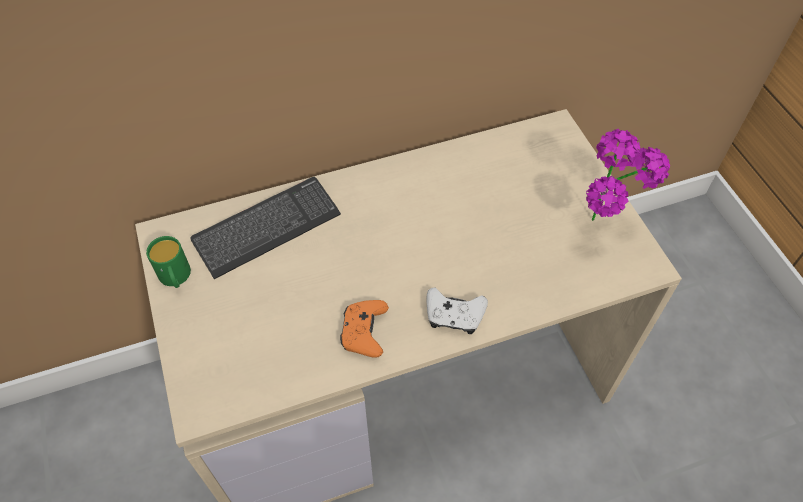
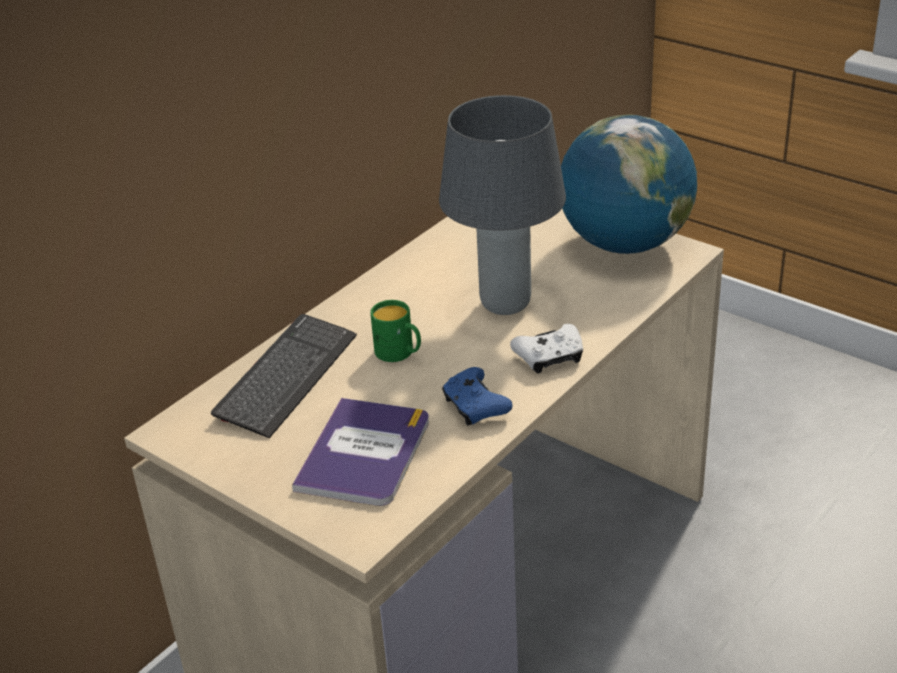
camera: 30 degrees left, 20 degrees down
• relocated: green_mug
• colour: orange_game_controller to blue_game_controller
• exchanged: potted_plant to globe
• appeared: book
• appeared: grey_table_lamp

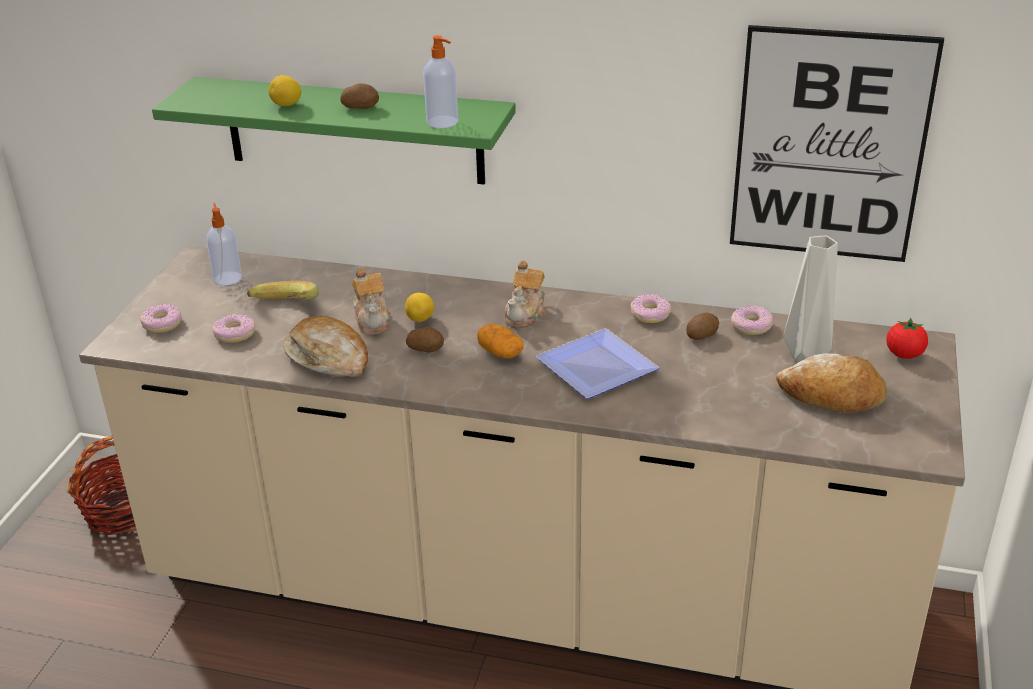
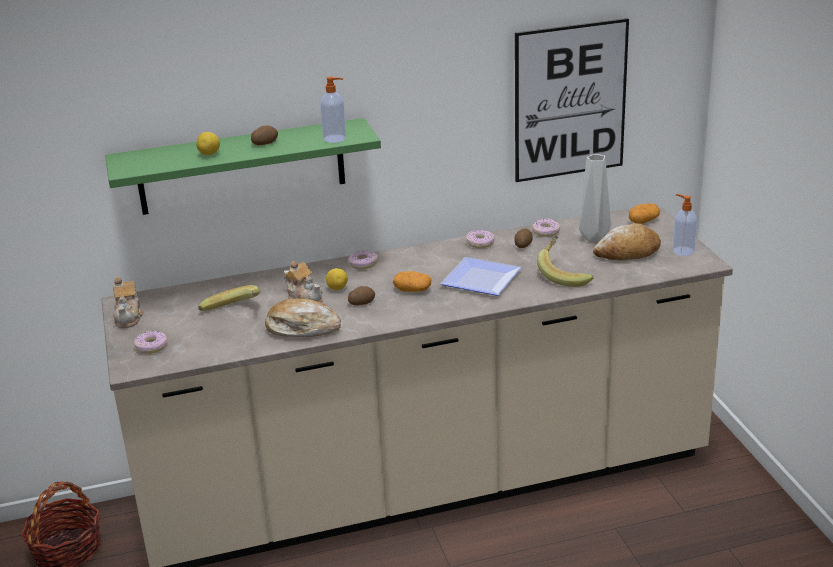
camera: 30 degrees left, 5 degrees down
• relocated: soap_dispenser (no. 1 from left in the first image) to soap_dispenser (no. 2 from left)
• relocated: donut (no. 2 from left)
• relocated: teapot (no. 2 from left in the first image) to teapot (no. 1 from left)
• exchanged: tomato to potato (no. 5 from left)
• appeared: banana (no. 2 from left)

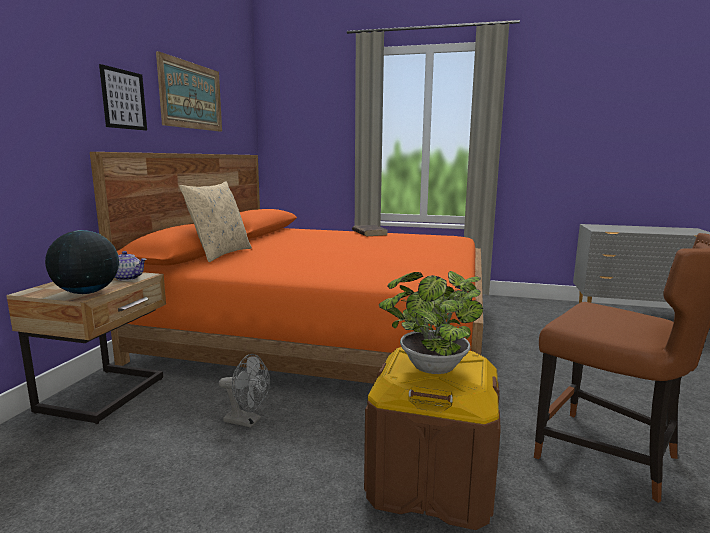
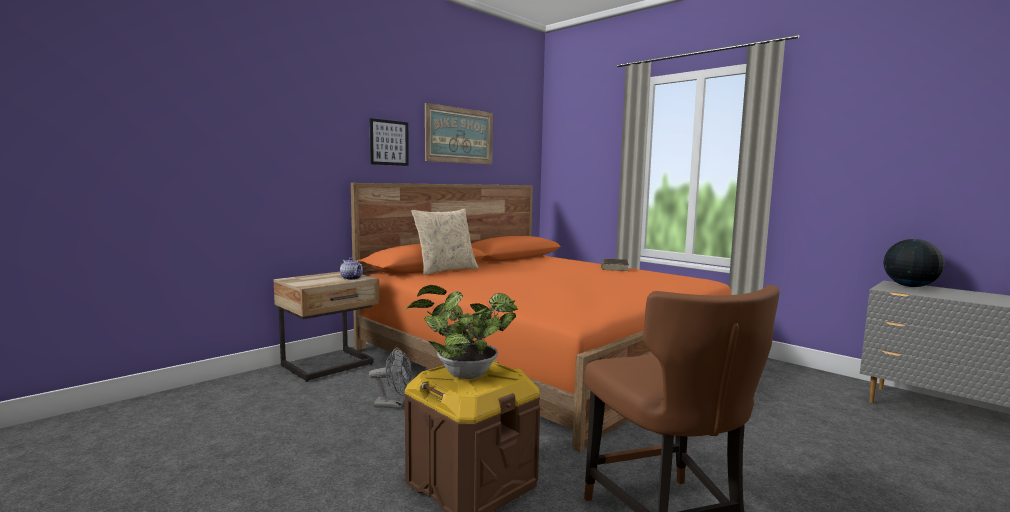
camera: 30 degrees right, 5 degrees down
• relocated: globe
• spun: grey_fan 45 degrees counterclockwise

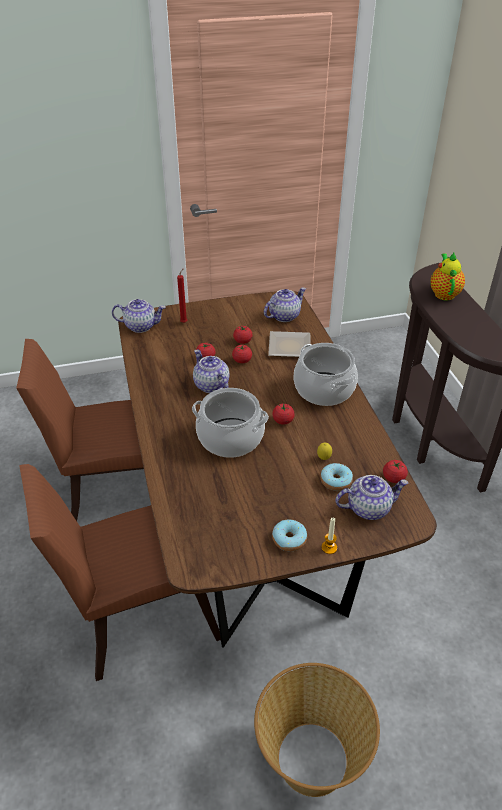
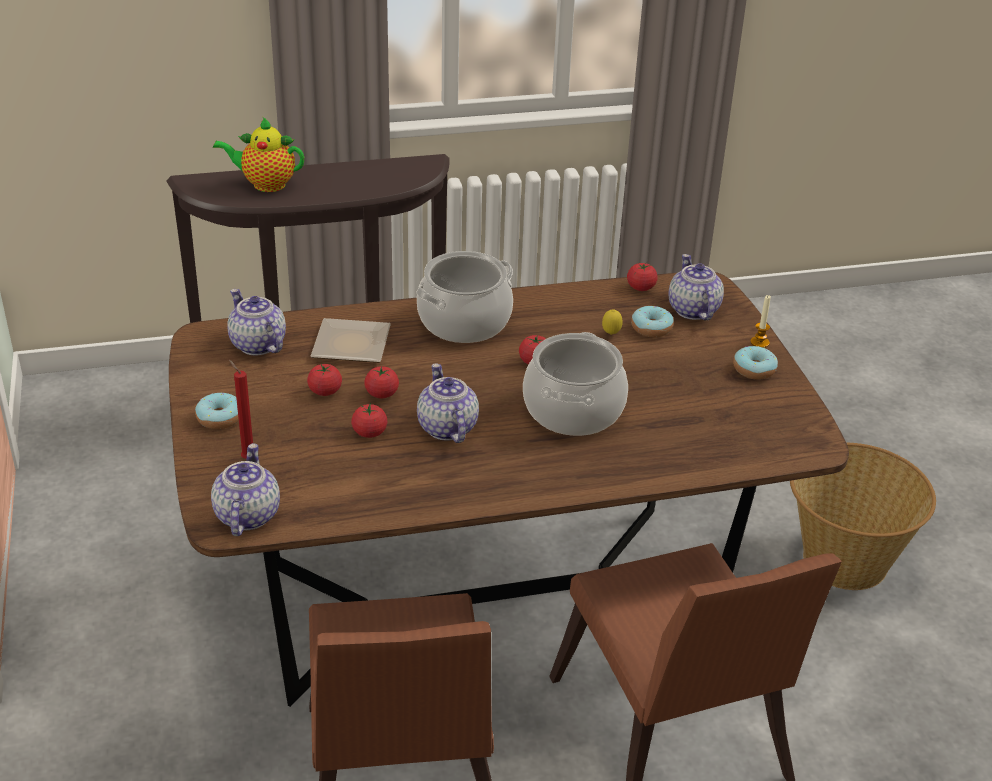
camera: 90 degrees left, 5 degrees down
• spun: teapot (no. 2 from left in the first image) 105 degrees clockwise
• appeared: donut (no. 1 from left)

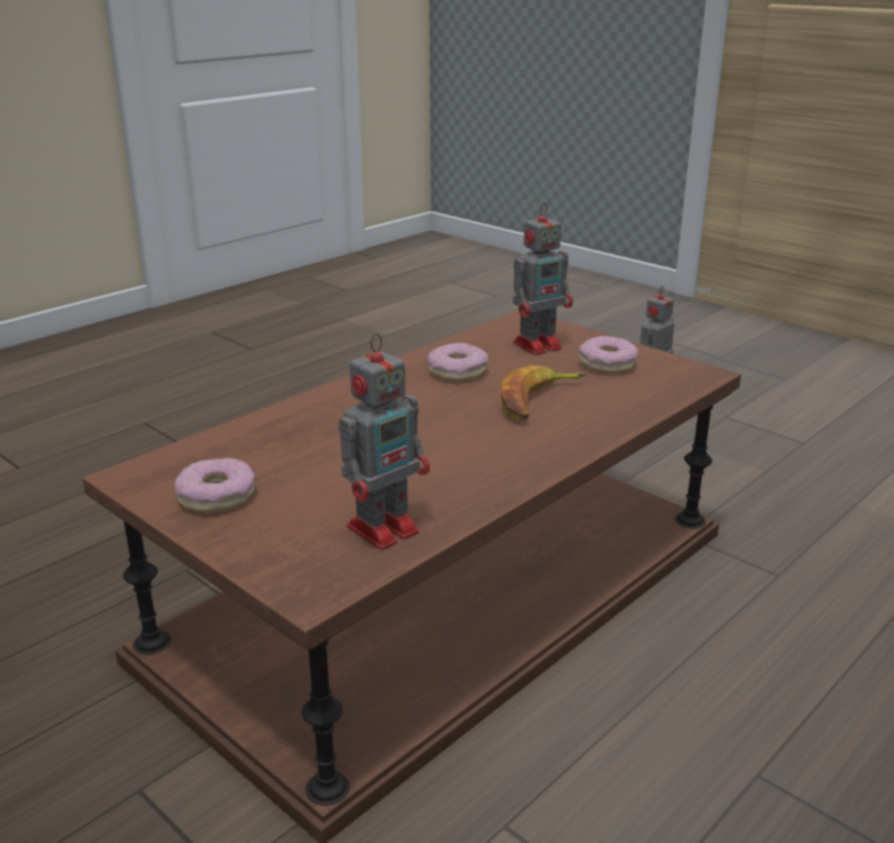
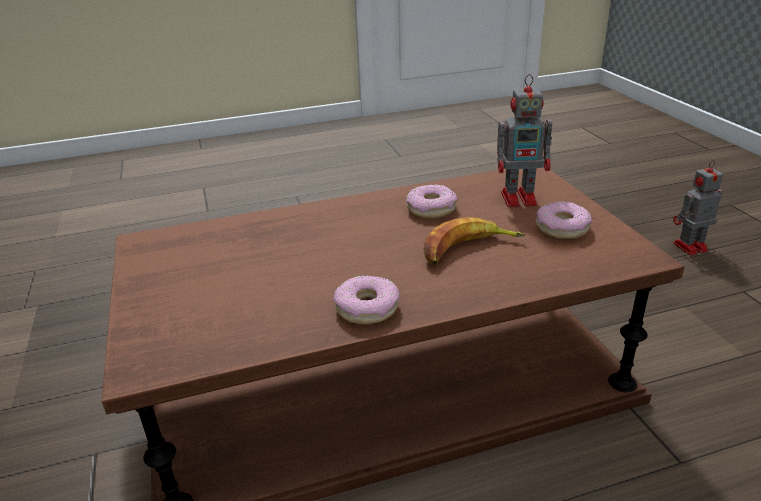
camera: 30 degrees right, 5 degrees up
• relocated: donut (no. 1 from left)
• missing: toy_robot (no. 1 from left)

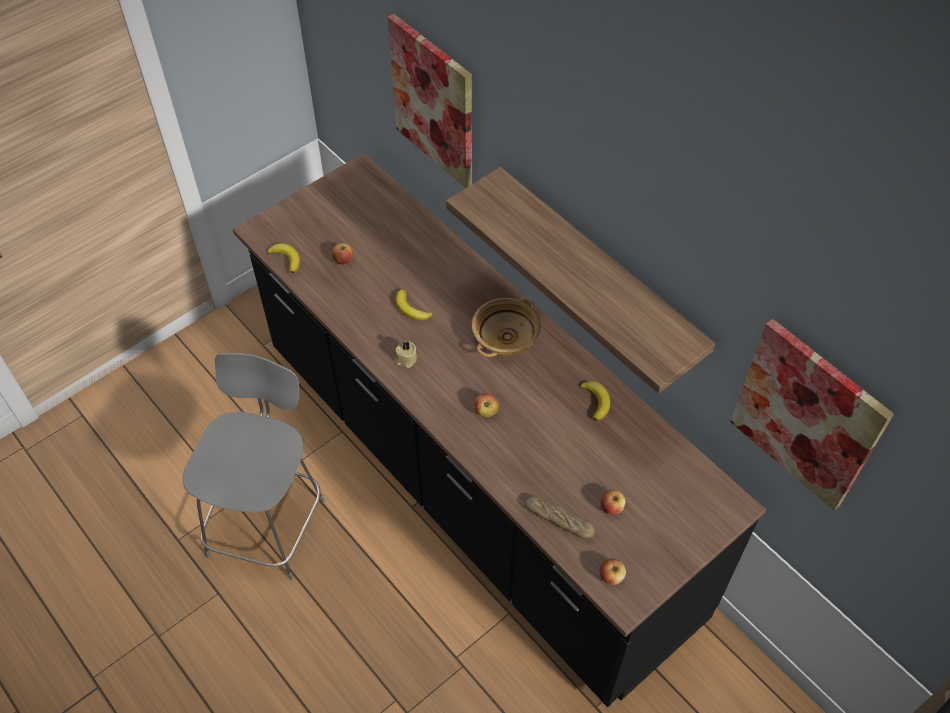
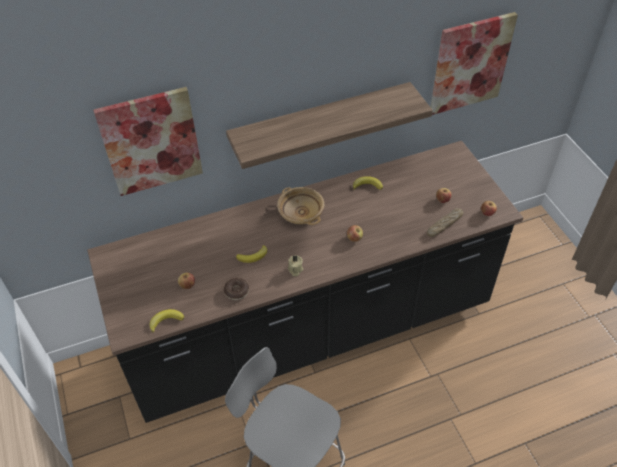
camera: 70 degrees left, 5 degrees down
• appeared: donut

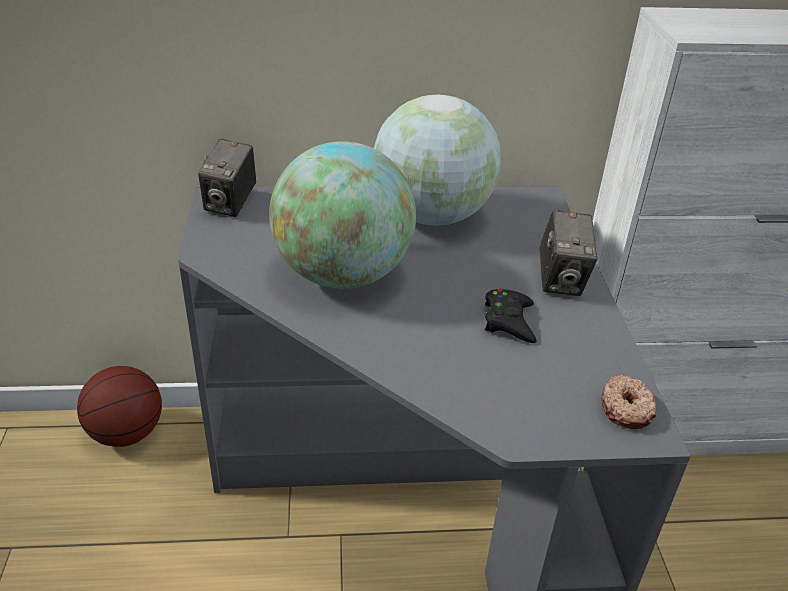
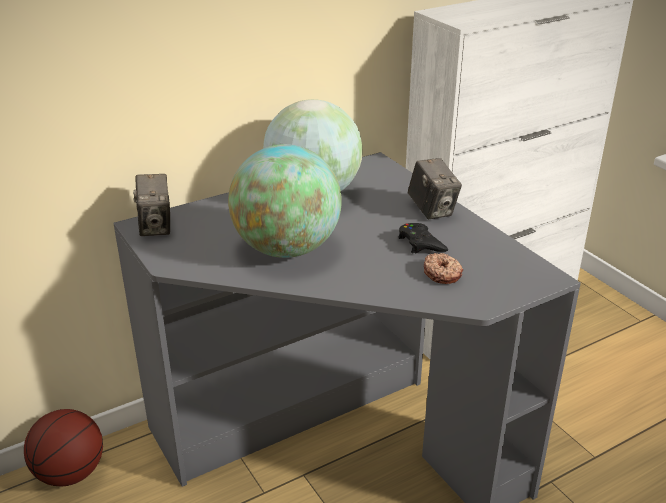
camera: 25 degrees left, 5 degrees down
• relocated: donut

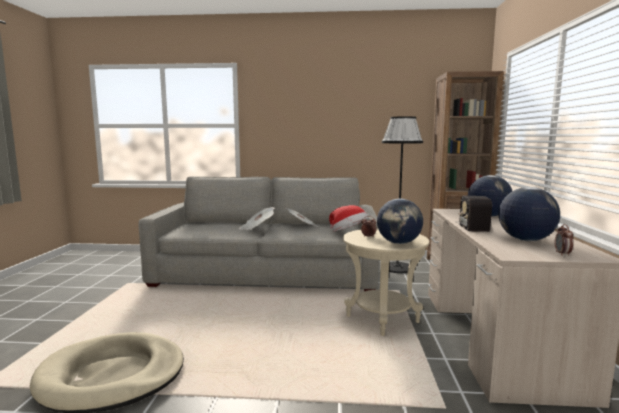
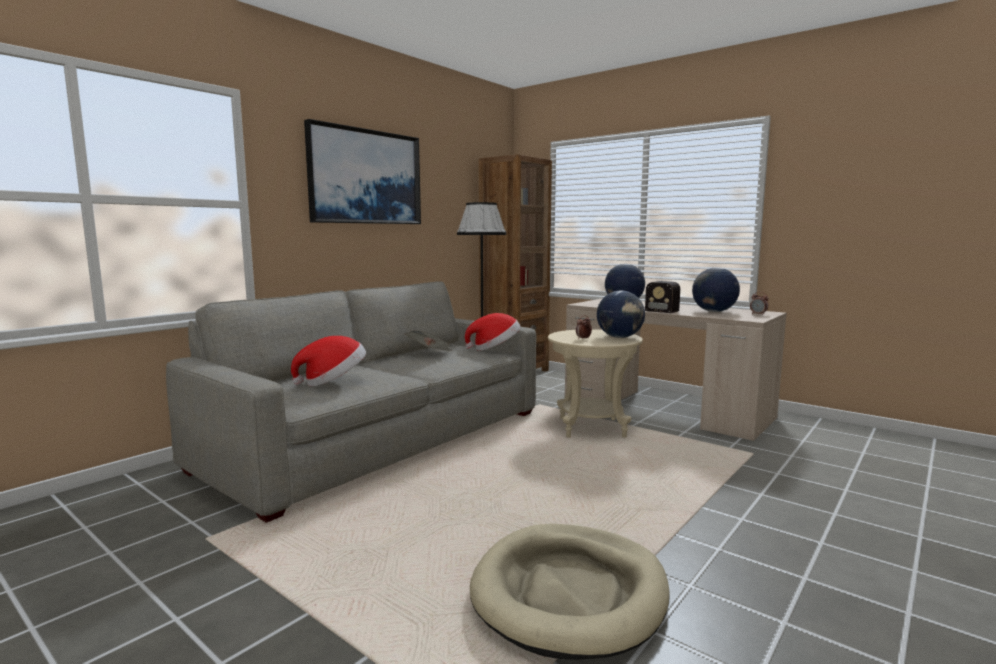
camera: 55 degrees left, 0 degrees up
• missing: newspaper (no. 1 from left)
• appeared: hat (no. 1 from left)
• appeared: picture

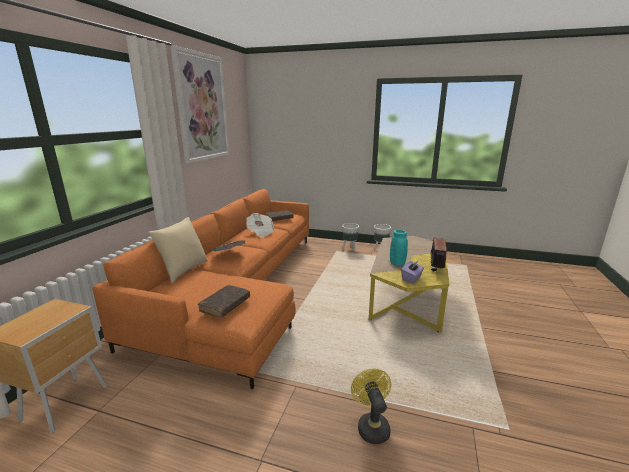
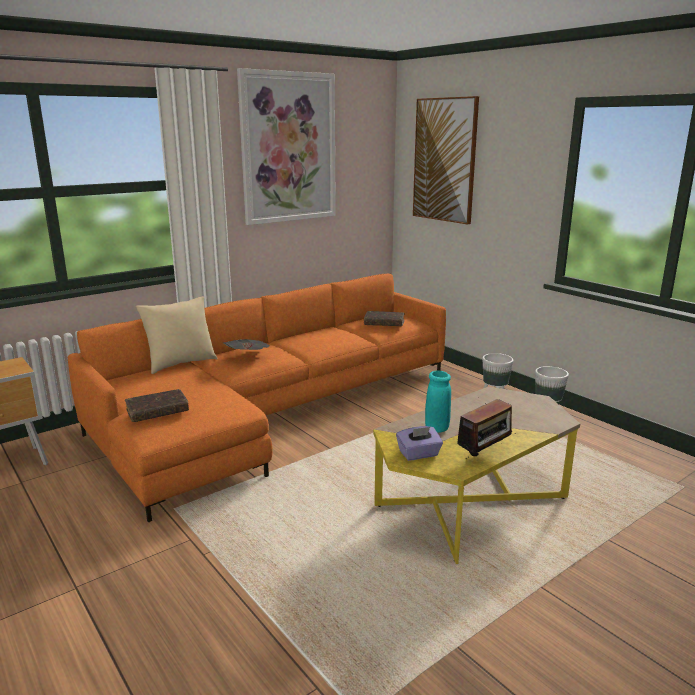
camera: 35 degrees right, 0 degrees up
• missing: newspaper (no. 2 from left)
• missing: yellow_fan
• appeared: picture (no. 2 from left)

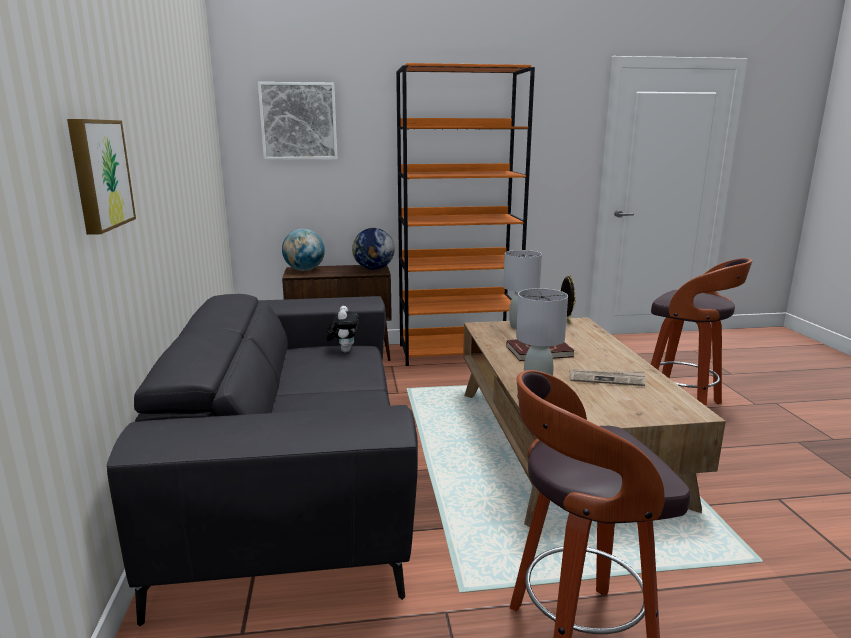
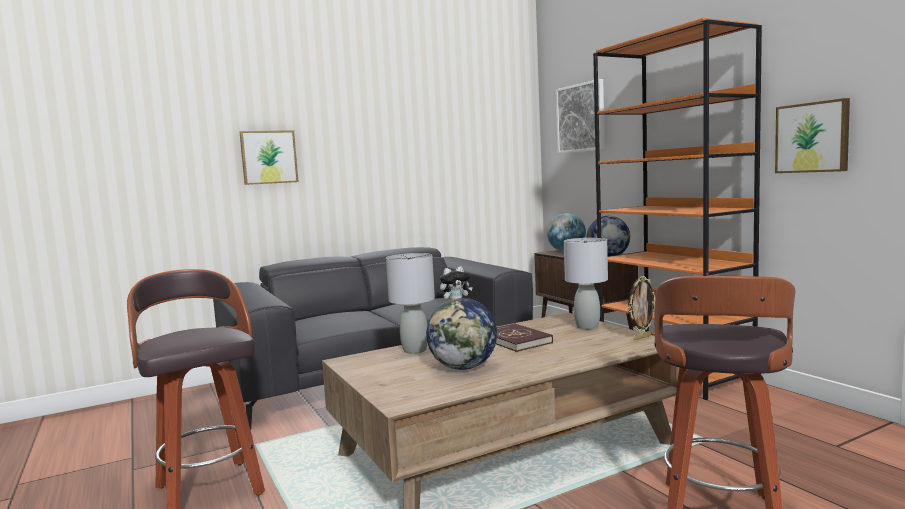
camera: 70 degrees right, 10 degrees down
• exchanged: newspaper to globe (no. 1 from left)
• appeared: picture (no. 3 from left)

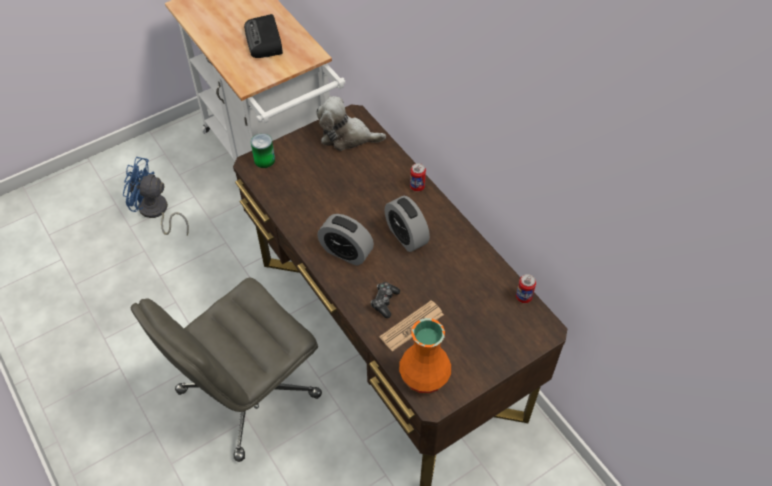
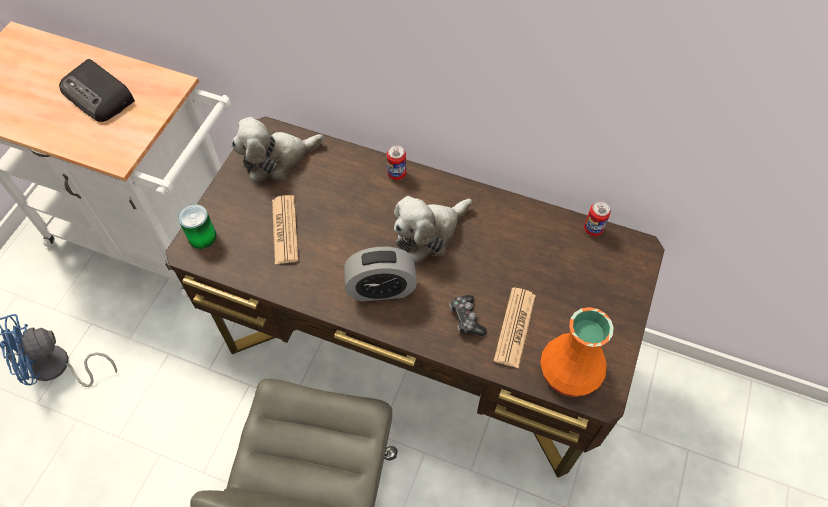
camera: 35 degrees left, 5 degrees up
• exchanged: alarm_clock (no. 2 from left) to plush_toy (no. 2 from left)
• appeared: newspaper (no. 1 from left)

